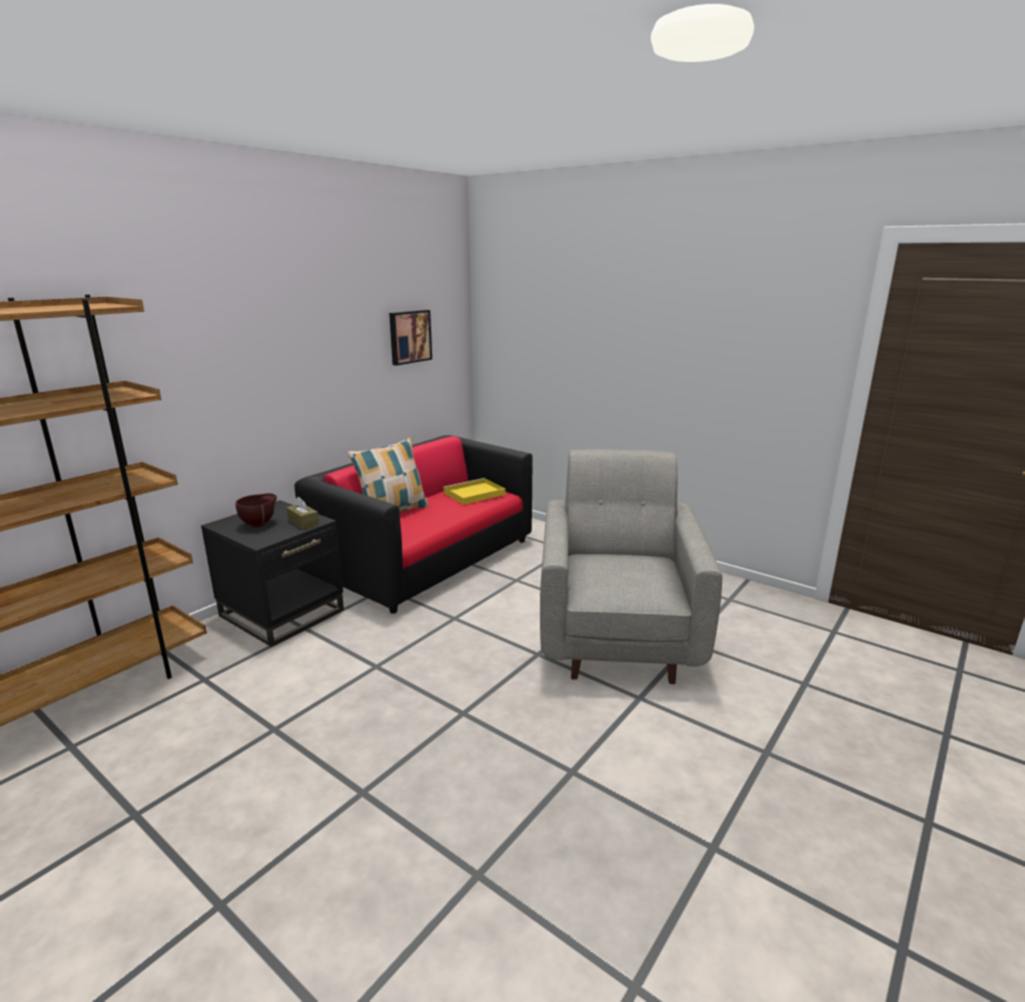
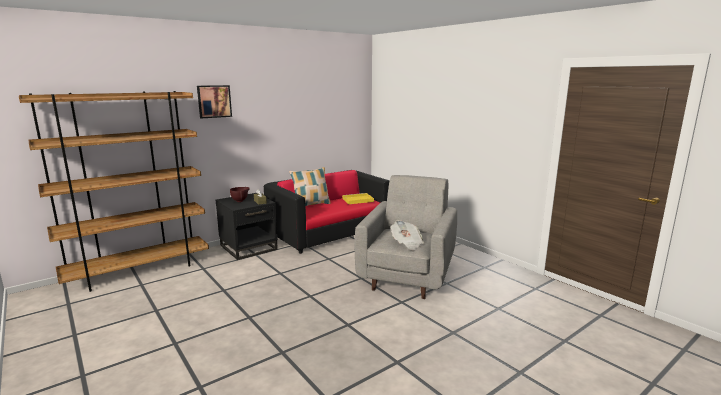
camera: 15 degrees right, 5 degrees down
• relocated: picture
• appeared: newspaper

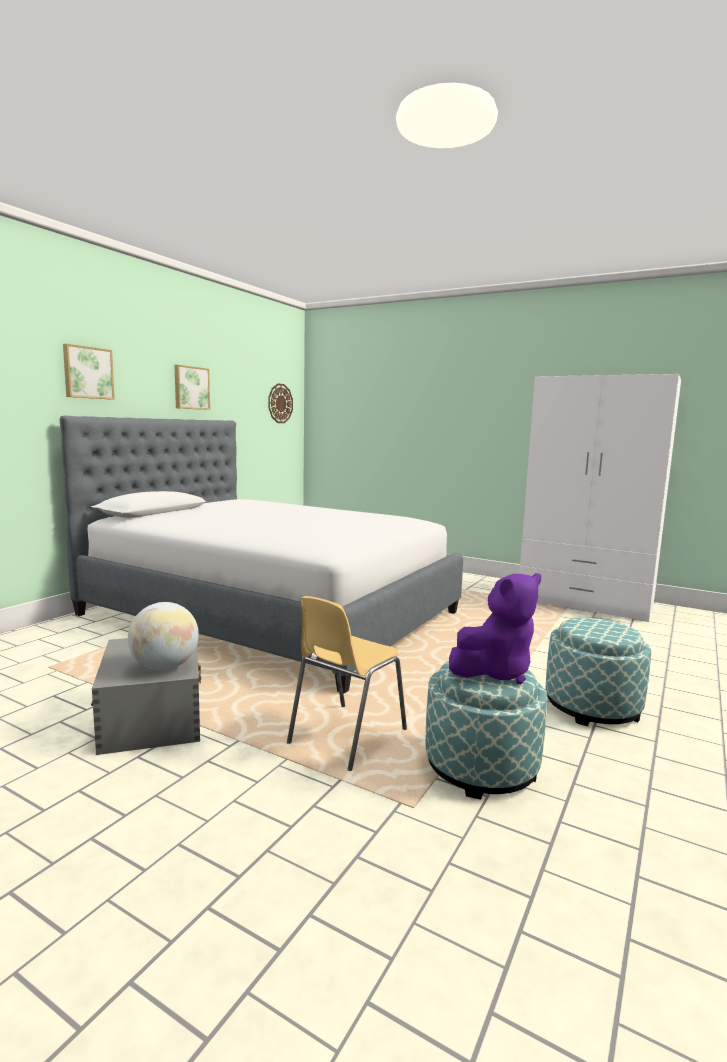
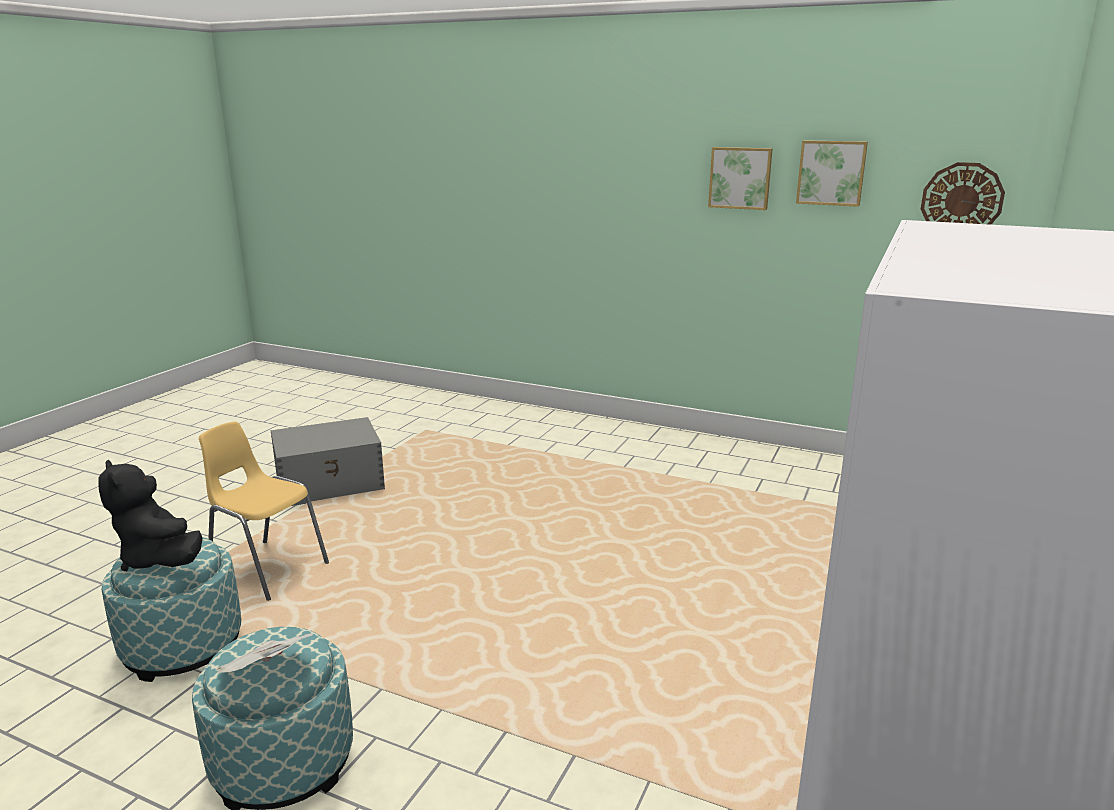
camera: 85 degrees right, 10 degrees up
• missing: bed
• relocated: picture (no. 1 from left in the first image) to picture (no. 2 from left)
• missing: globe
• colour: purple_plush_toy to black_plush_toy
• appeared: newspaper

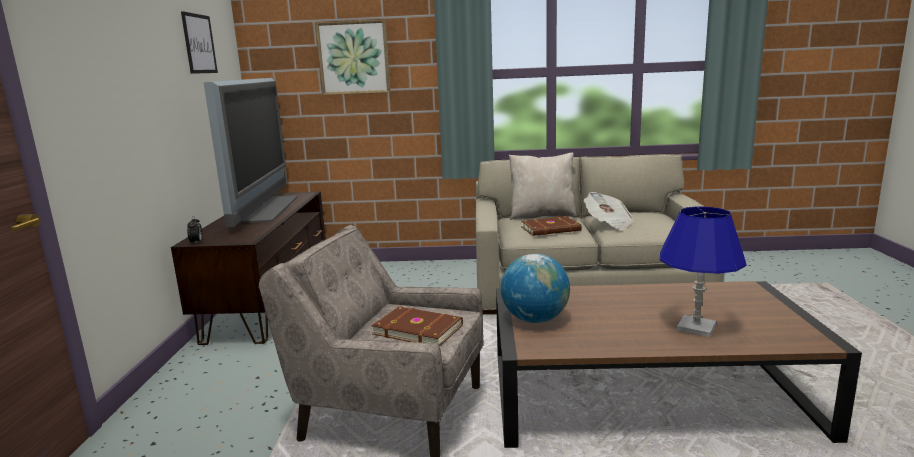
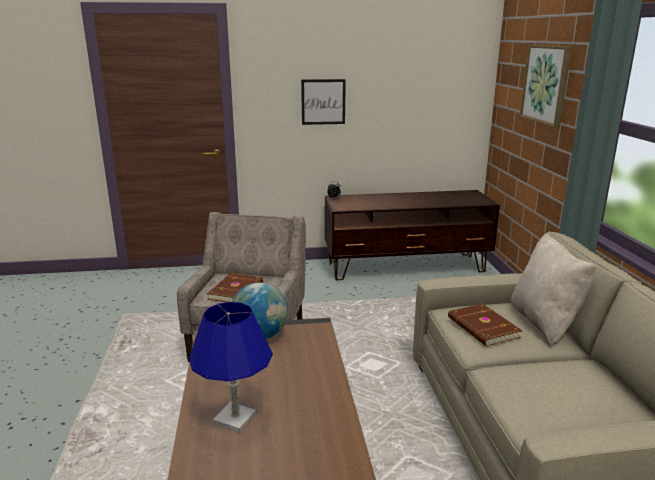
camera: 80 degrees right, 5 degrees up
• relocated: picture (no. 1 from left)
• missing: television
• missing: newspaper

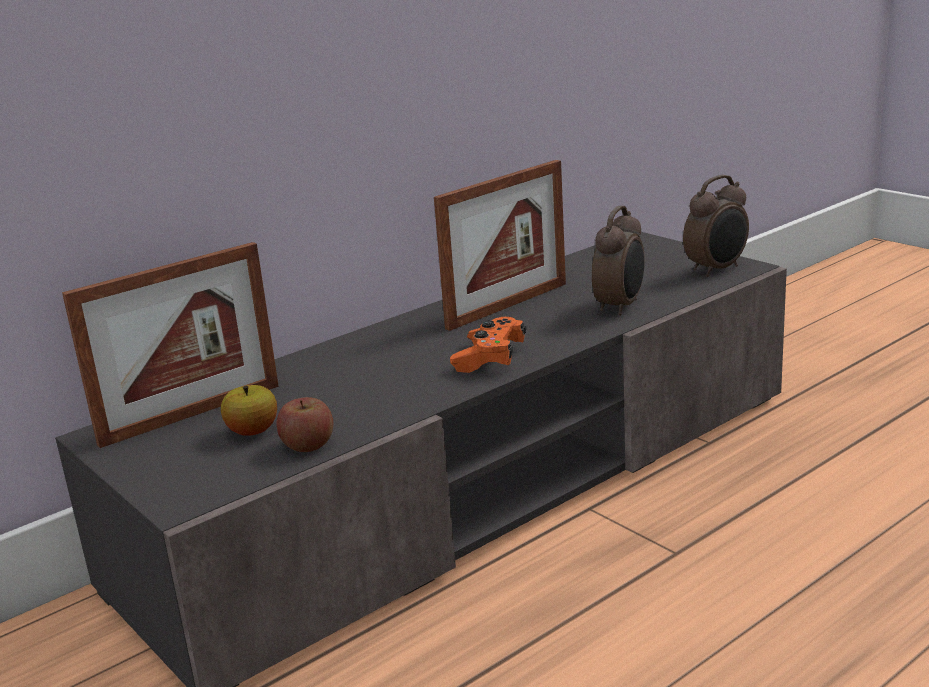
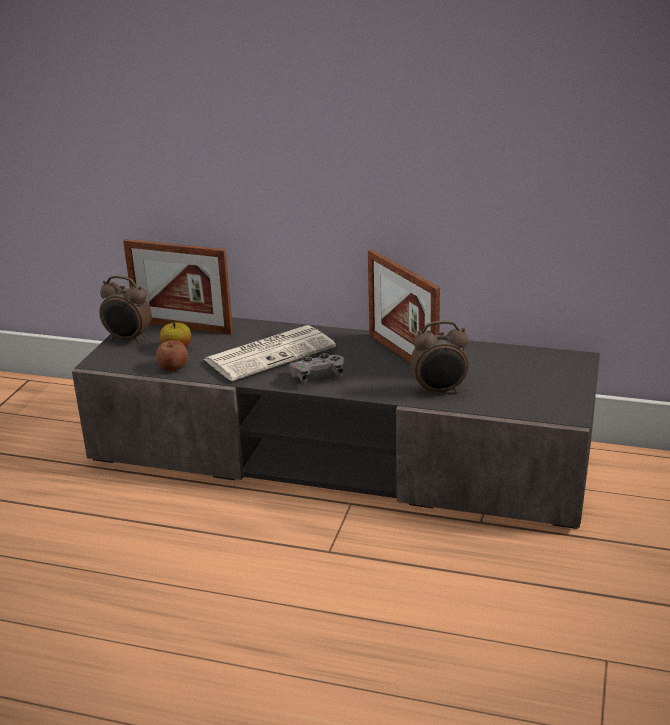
camera: 55 degrees right, 5 degrees up
• spun: picture_frame (no. 2 from left) 45 degrees clockwise
• colour: orange_game_controller to grey_game_controller
• relocated: alarm_clock (no. 2 from left in the first image) to alarm_clock (no. 1 from left)
• appeared: newspaper

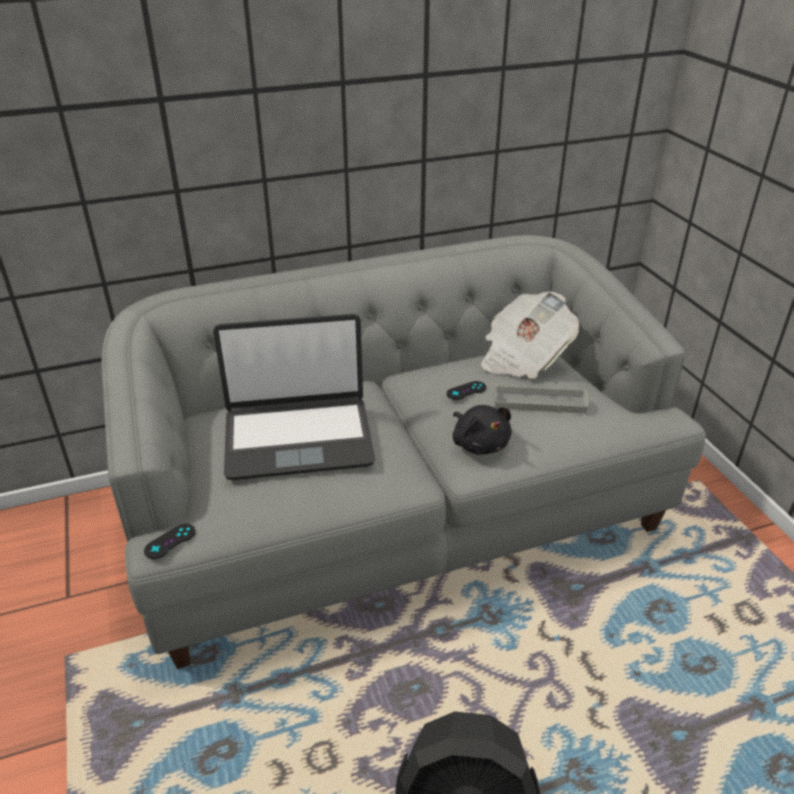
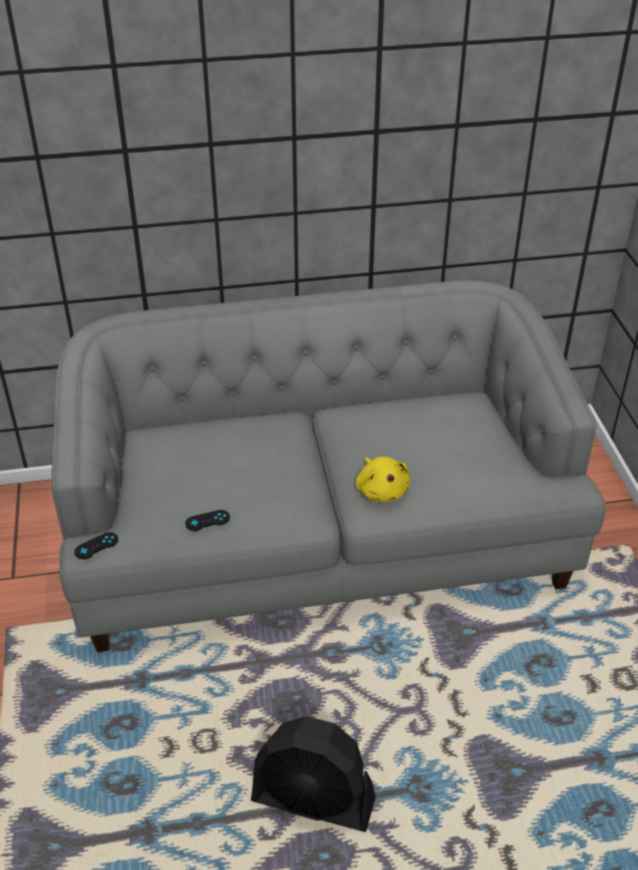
camera: 10 degrees right, 5 degrees up
• missing: laptop
• relocated: black_game_controller (no. 2 from left)
• colour: black_plush_toy to yellow_plush_toy
• missing: newspaper
• missing: grey_tray

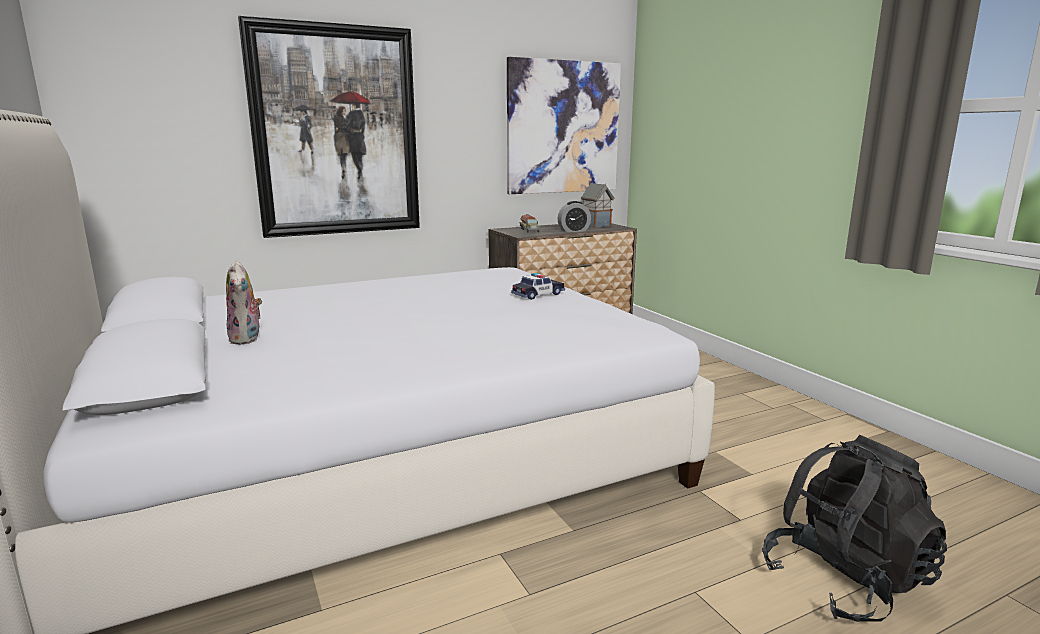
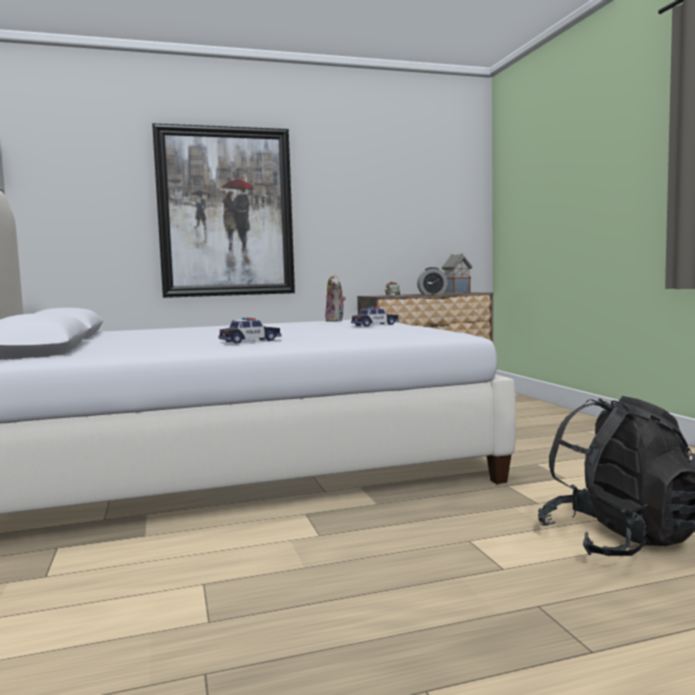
camera: 10 degrees right, 10 degrees down
• relocated: plush_toy
• missing: picture (no. 2 from left)
• appeared: toy_car (no. 1 from left)

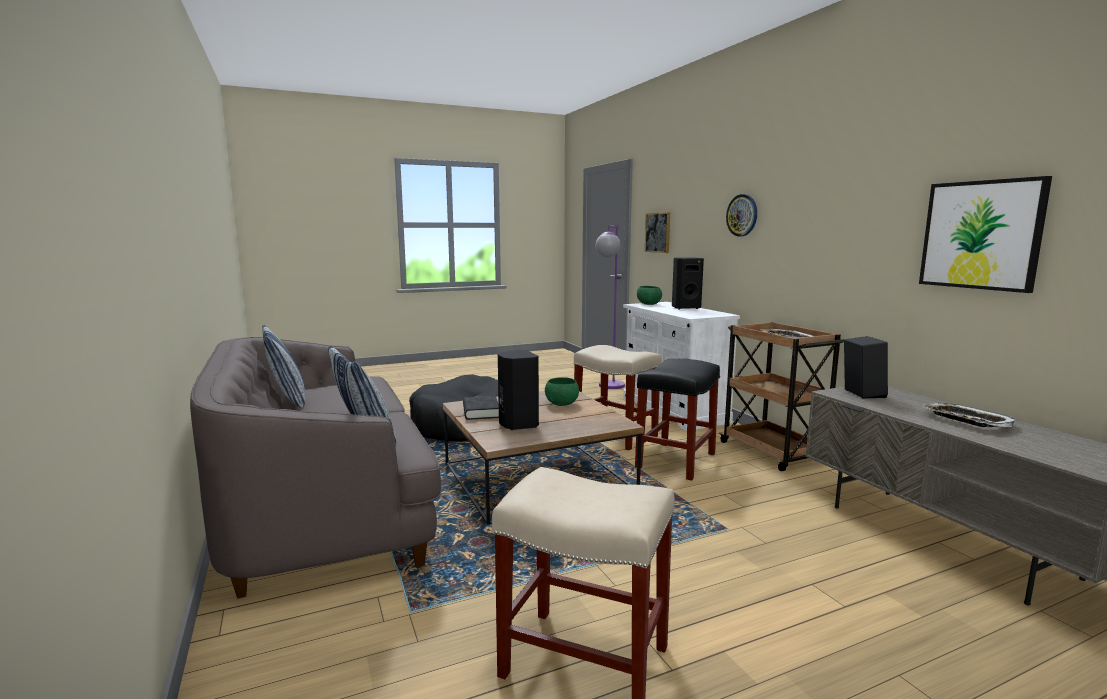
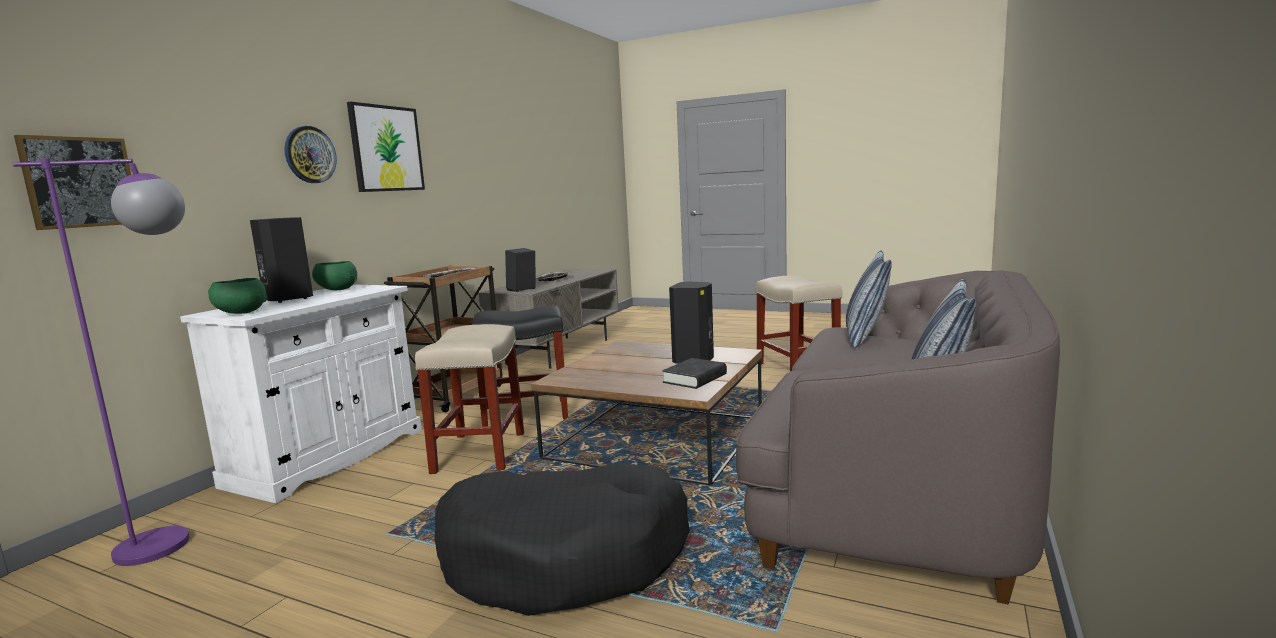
camera: 130 degrees left, 0 degrees up
• relocated: green_bowl (no. 1 from left in the first image) to green_bowl (no. 2 from left)
• relocated: picture (no. 2 from left)

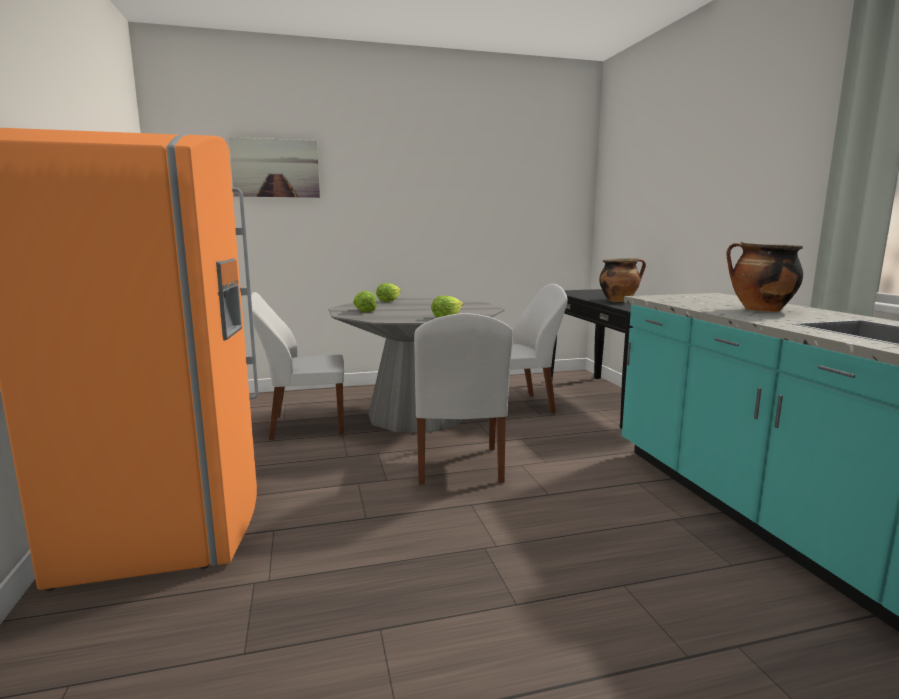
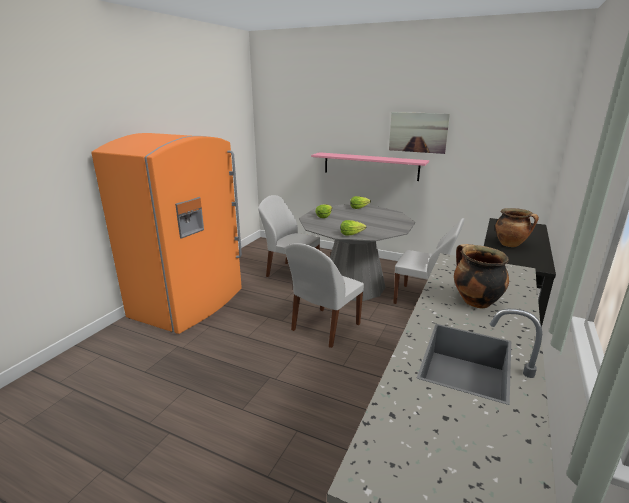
camera: 40 degrees right, 10 degrees up
• relocated: picture
• appeared: pink_shelf

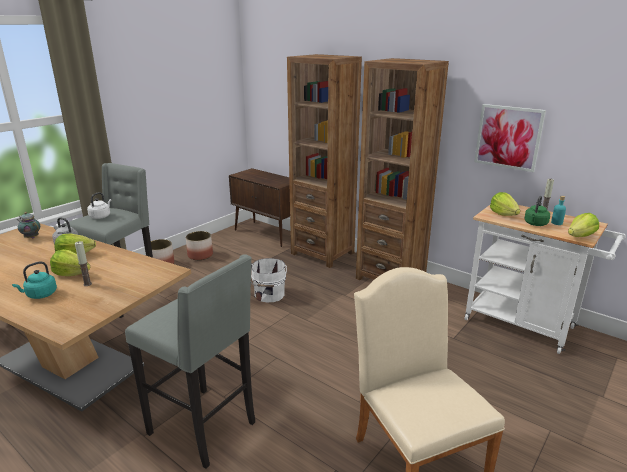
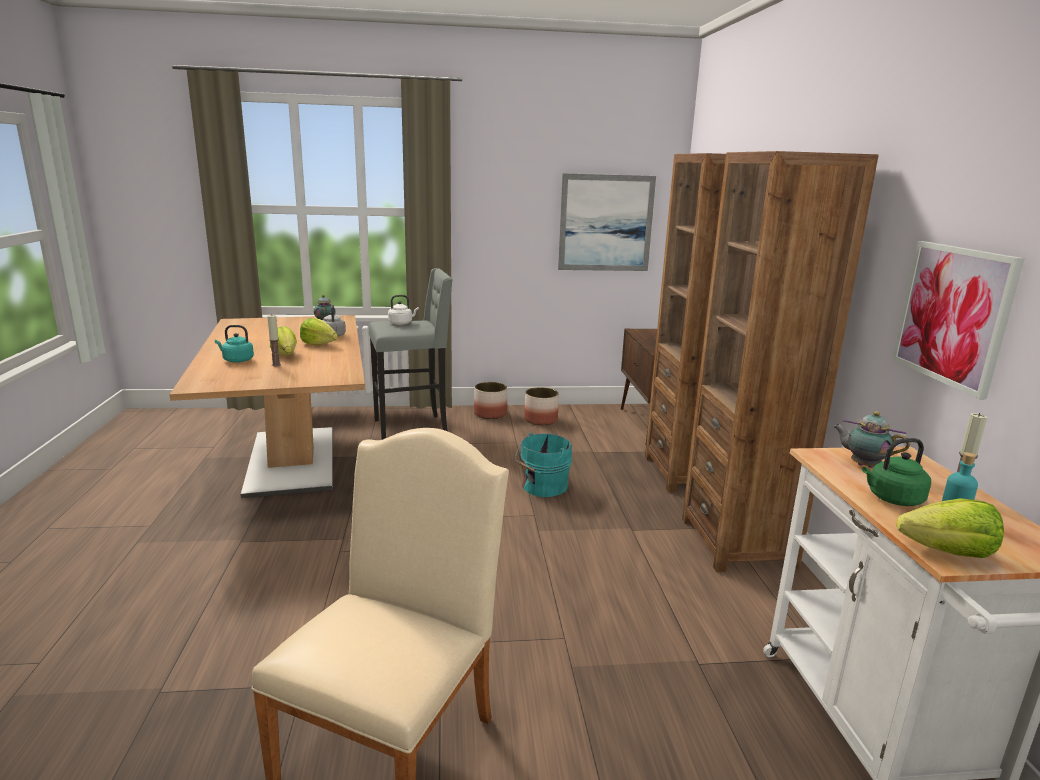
camera: 45 degrees right, 5 degrees down
• missing: grey_stool (no. 2 from left)
• colour: white_bucket to turquoise_bucket
• exchanged: lettuce (no. 3 from left) to teapot (no. 2 from left)
• appeared: picture (no. 1 from left)

